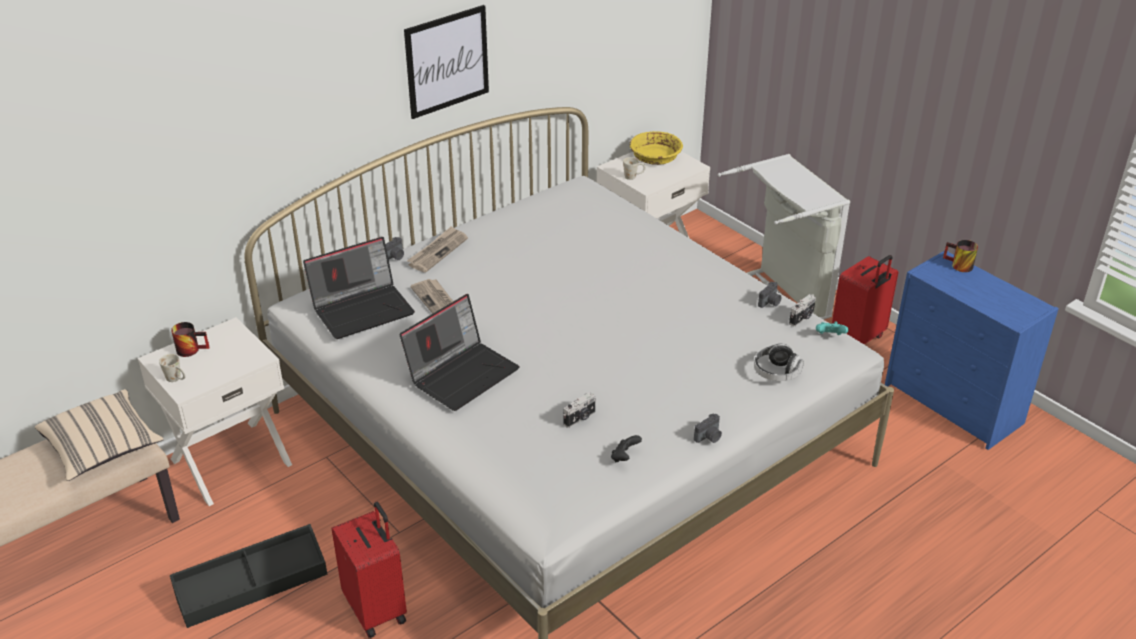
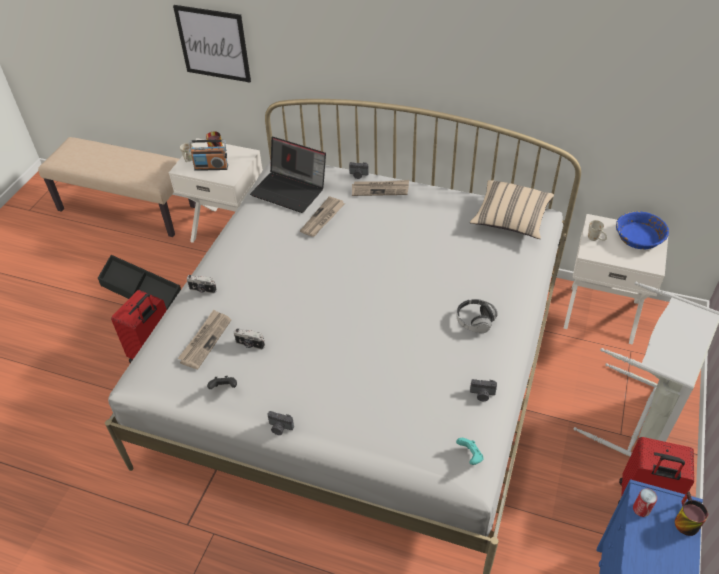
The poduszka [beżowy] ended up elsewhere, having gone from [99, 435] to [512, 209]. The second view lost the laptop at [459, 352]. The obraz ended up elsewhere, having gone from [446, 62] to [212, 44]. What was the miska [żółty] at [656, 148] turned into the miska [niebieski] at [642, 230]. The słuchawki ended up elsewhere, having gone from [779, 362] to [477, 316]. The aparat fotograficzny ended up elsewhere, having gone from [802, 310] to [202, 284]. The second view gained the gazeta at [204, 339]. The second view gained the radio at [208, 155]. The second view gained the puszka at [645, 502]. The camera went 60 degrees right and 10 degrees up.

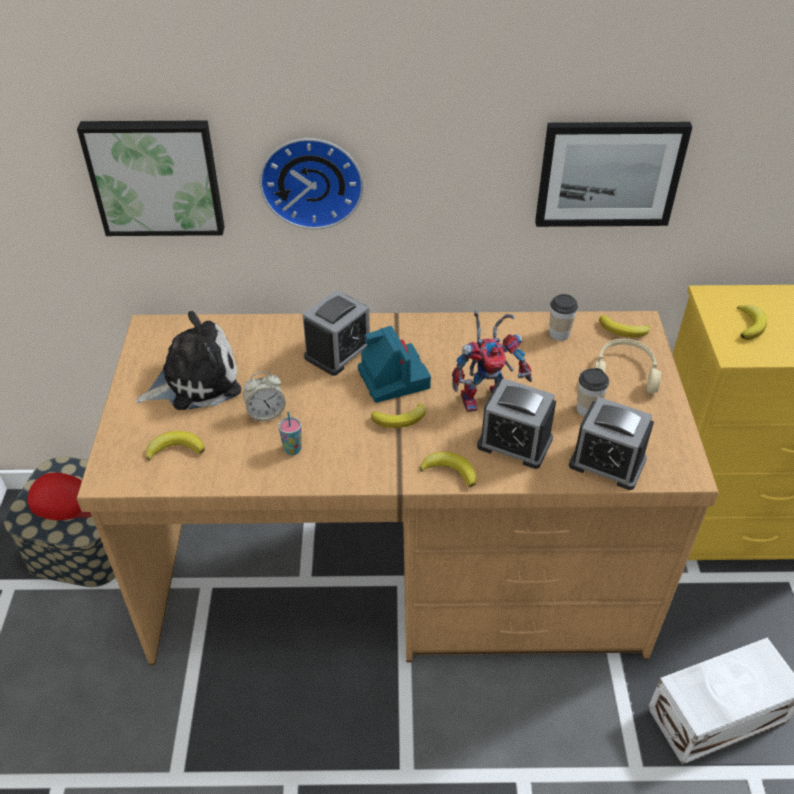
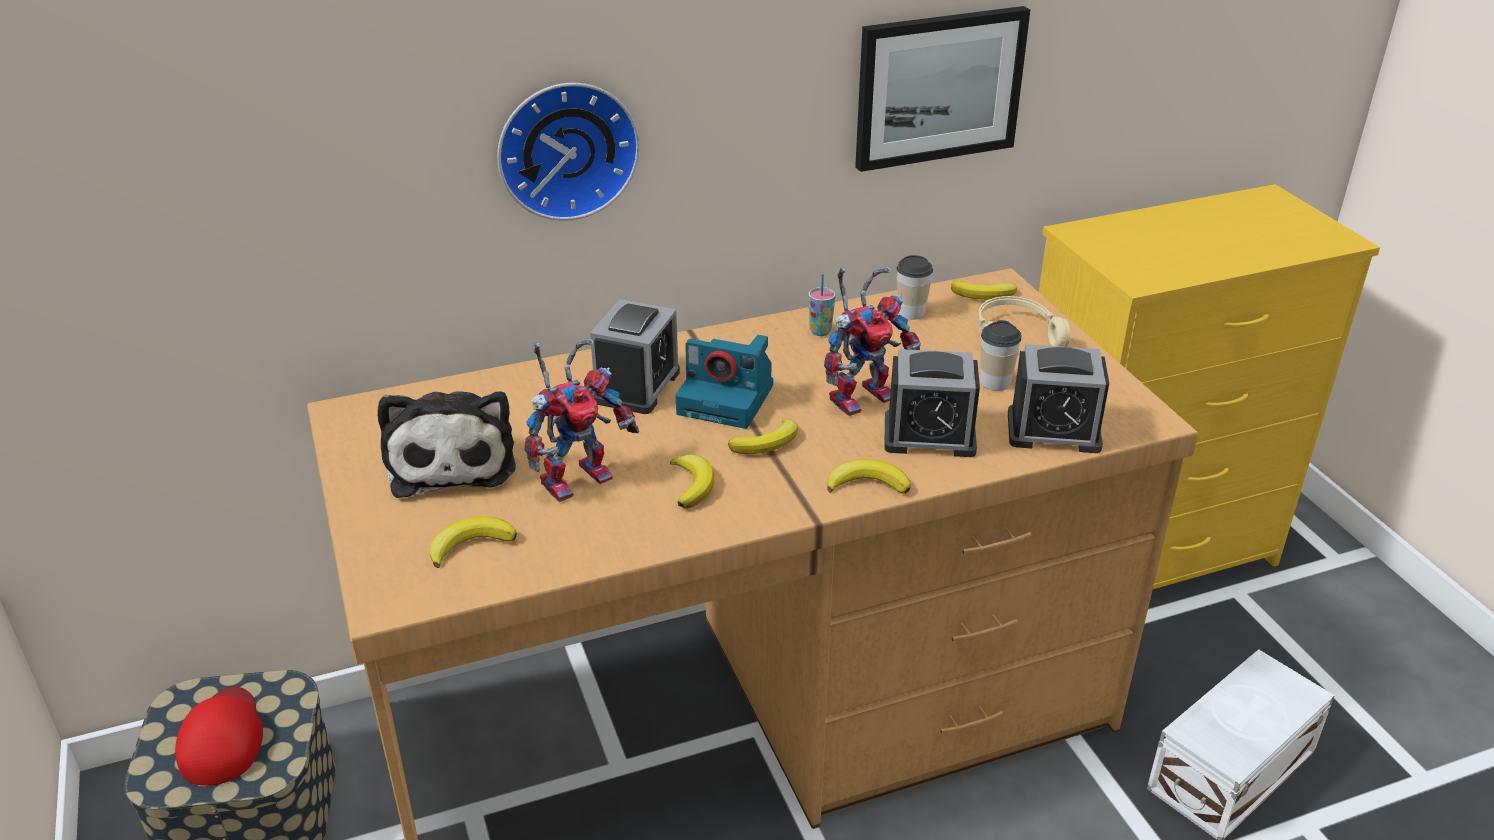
The czapka z daszkiem [czerwony] at [60, 496] ended up facing another way, 90 degrees counterclockwise from before. The second view lost the obraz at [151, 178]. The pluszak at [188, 360] ended up facing another way, 120 degrees clockwise from before. Where the budzik stood at [264, 397], the robot zabawkowy came to stand at [582, 420]. The filiżanka ended up elsewhere, having gone from [290, 433] to [821, 305]. The aparat fotograficzny at [394, 364] ended up facing another way, 150 degrees clockwise from before. The banan ended up elsewhere, having gone from [752, 322] to [692, 481]. The camera went 20 degrees left and 10 degrees down.

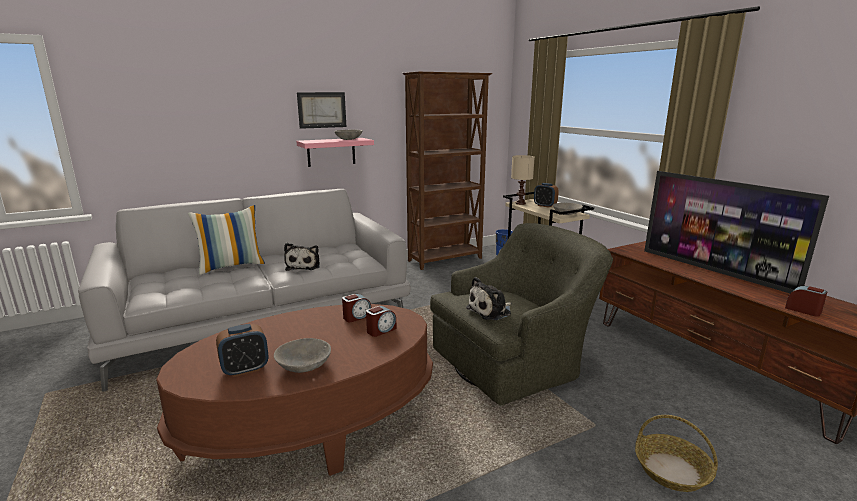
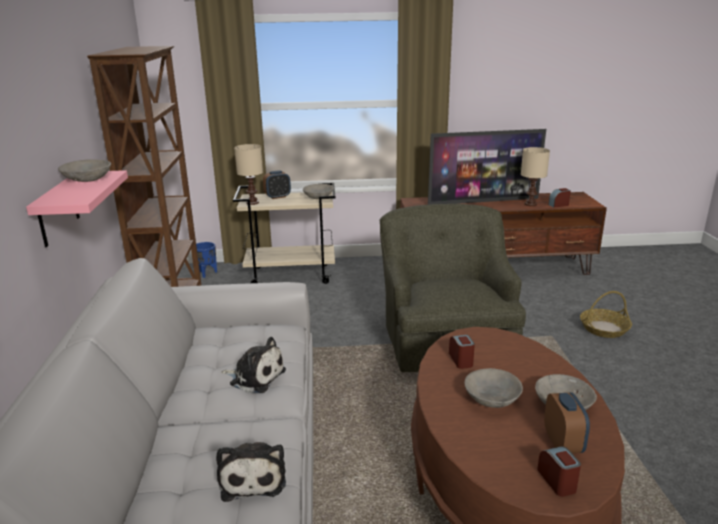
The second view lost the poduszka at [226, 240]. The second view lost the obraz at [321, 110]. The budzik ended up elsewhere, having gone from [381, 321] to [559, 471]. The pluszak ended up elsewhere, having gone from [489, 298] to [251, 472]. The second view gained the miska [szary] at [493, 388]. The second view gained the lampa stołowa [beżowy] at [535, 176]. The camera went 65 degrees left and 5 degrees up.

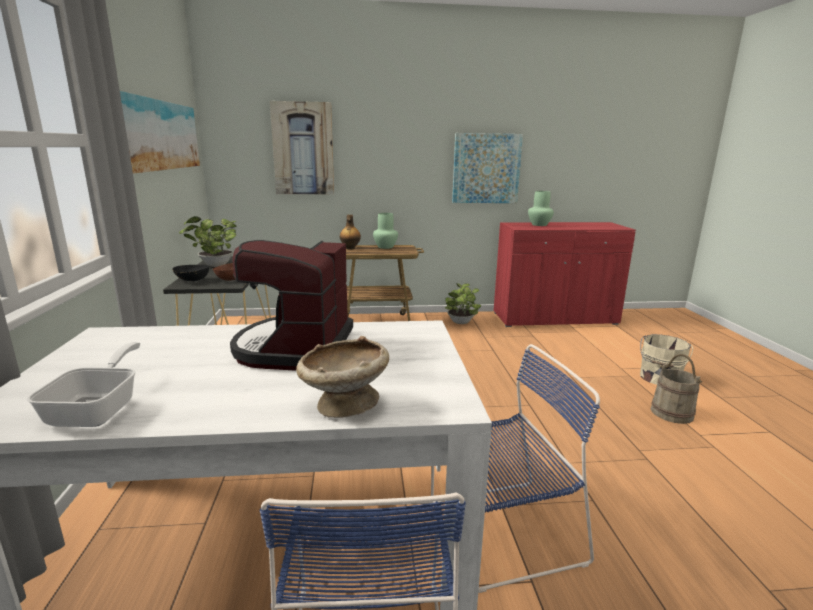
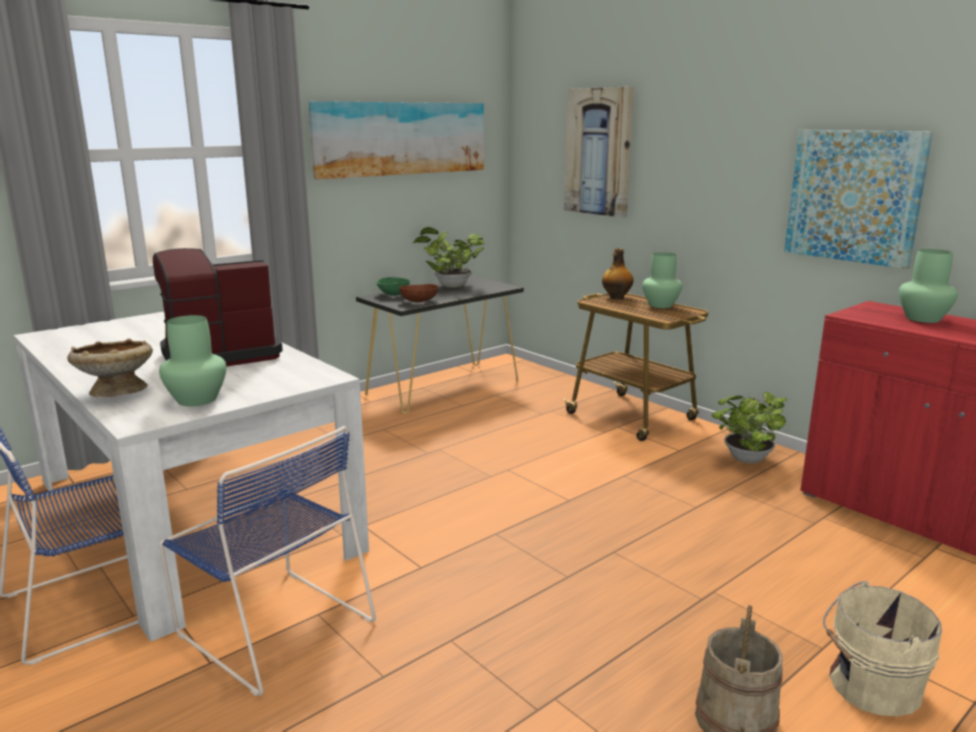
The second view lost the patelnia at [83, 384]. What was the miska [czarny] at [190, 273] turned into the miska [zielony] at [393, 286]. The second view gained the wazon [zielony] at [192, 360]. The camera went 55 degrees right and 0 degrees up.

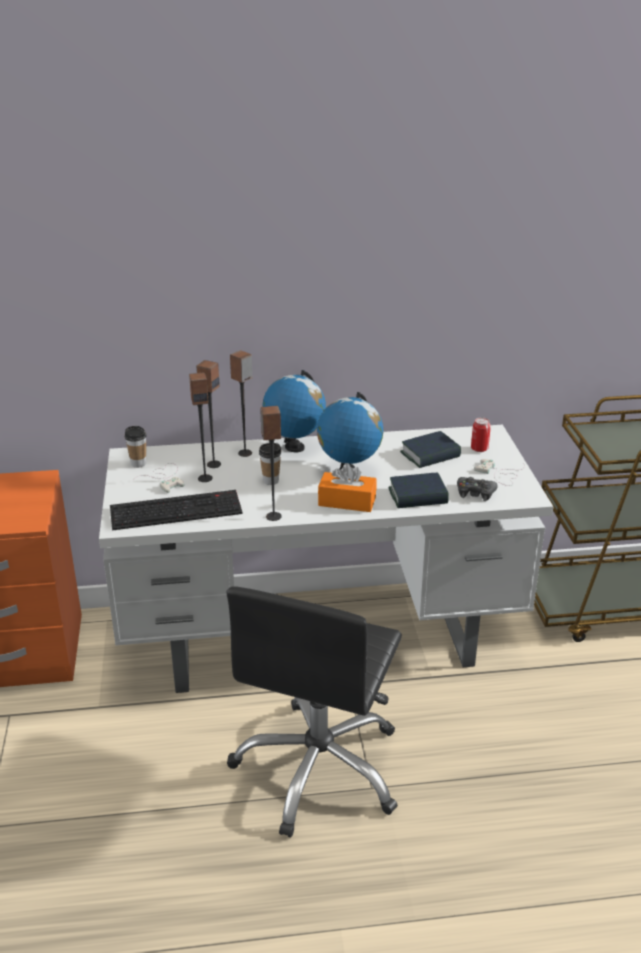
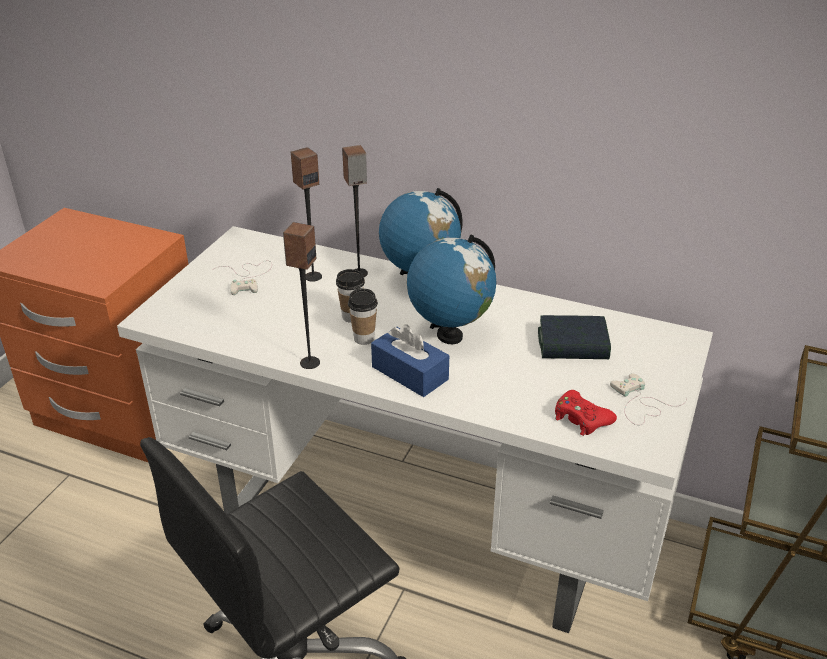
The second view lost the klawiatura at [176, 510]. The filiżanka ended up elsewhere, having gone from [136, 447] to [363, 316]. The second view lost the głośnik at [201, 427]. What was the pudełko chusteczek [pomarańczowy] at [347, 487] turned into the pudełko chusteczek [niebieski] at [410, 360]. The second view lost the książka at [418, 490]. What was the pad do gier [czarny] at [477, 489] turned into the pad do gier [czerwony] at [586, 413]. The second view lost the puszka at [481, 434]. The camera went 30 degrees right and 5 degrees up.

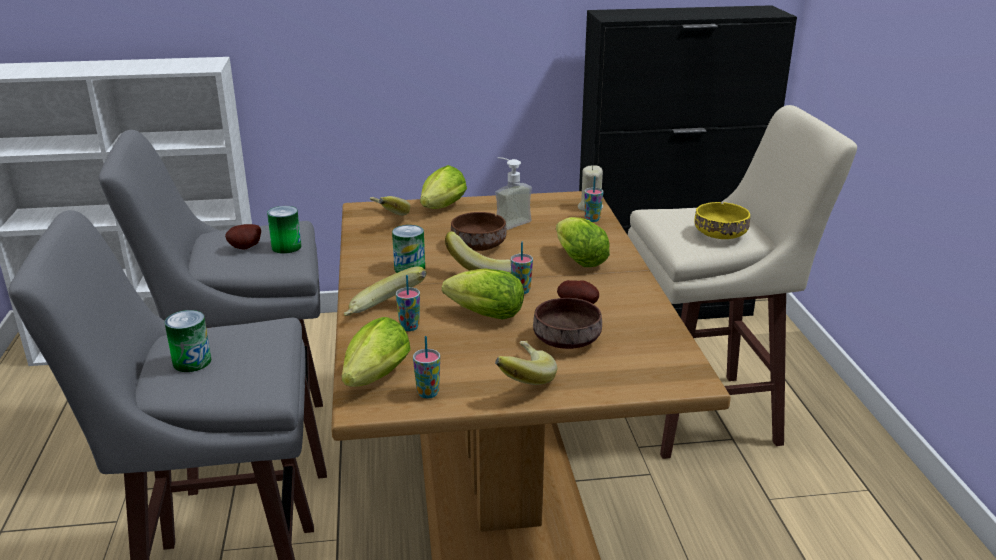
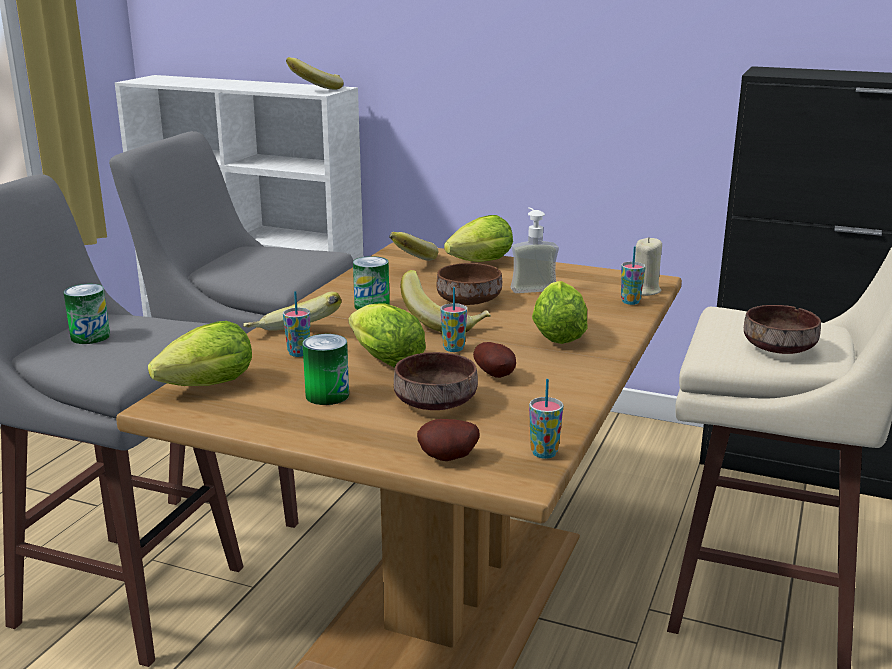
The ziemniak ended up elsewhere, having gone from [243, 236] to [448, 440]. The puszka ended up elsewhere, having gone from [284, 230] to [325, 369]. The filiżanka ended up elsewhere, having gone from [426, 367] to [546, 419]. The banan ended up elsewhere, having gone from [526, 363] to [315, 73]. What was the miska [żółty] at [722, 220] turned into the miska [brązowy] at [782, 329]. The camera went 30 degrees right and 5 degrees down.

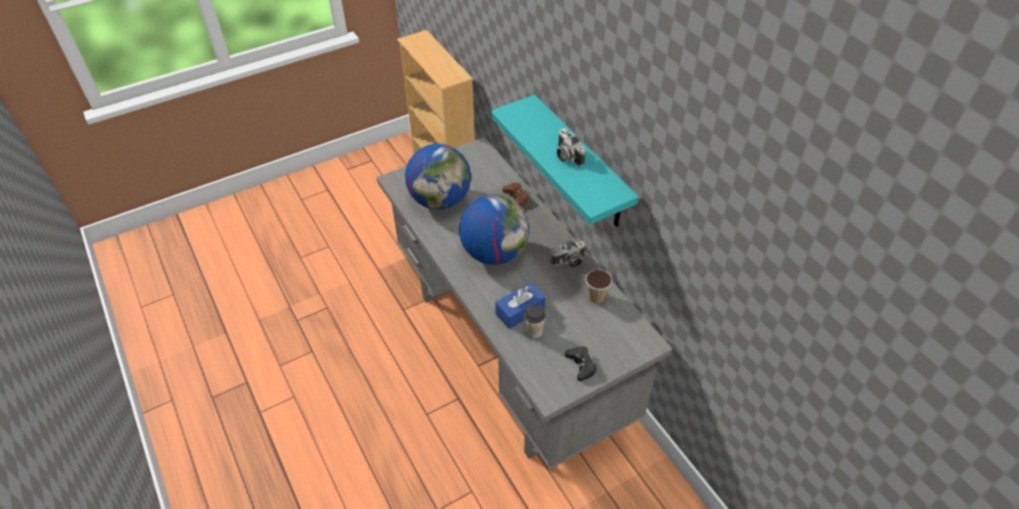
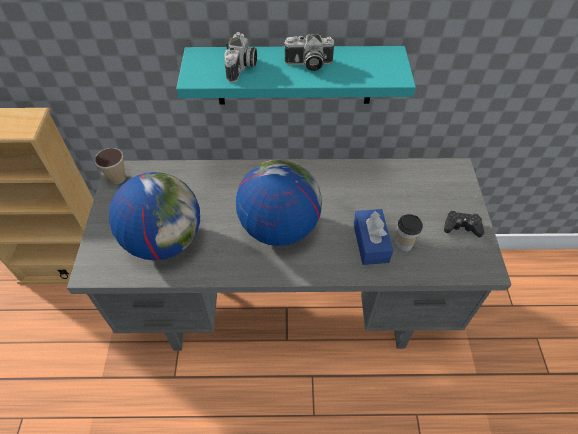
The second view lost the pad do gier [brązowy] at [515, 194]. The aparat fotograficzny ended up elsewhere, having gone from [567, 254] to [240, 57]. The filiżanka ended up elsewhere, having gone from [598, 287] to [110, 166]. The camera went 60 degrees left and 5 degrees up.

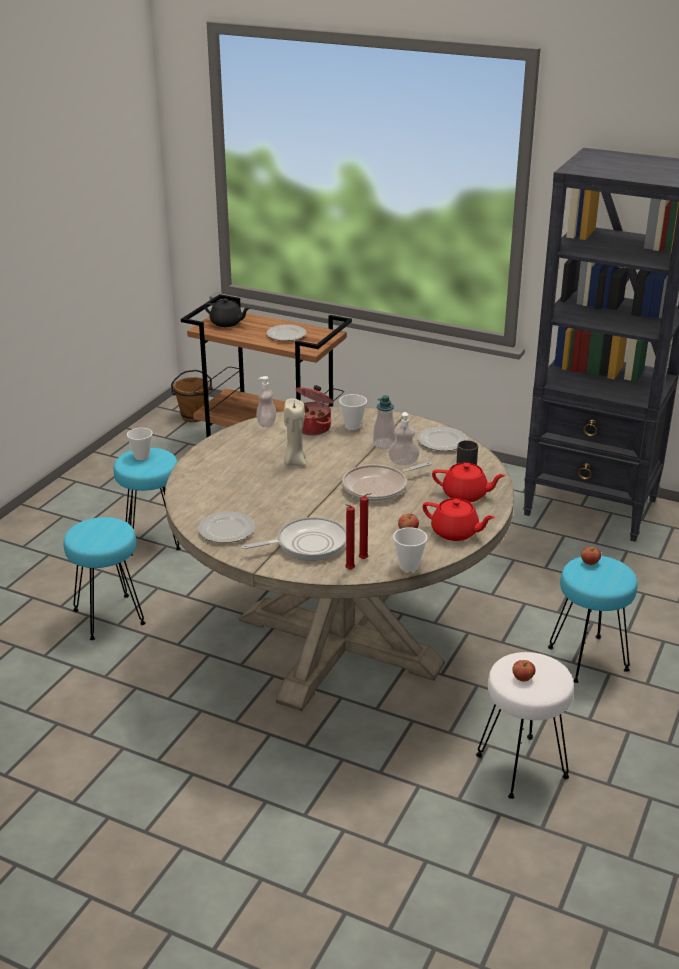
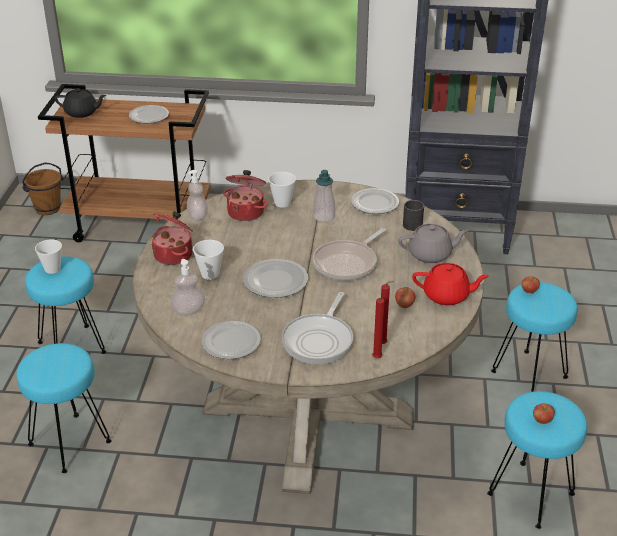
The patelnia at [294, 539] ended up facing another way, 150 degrees clockwise from before. The second view lost the świeca [beżowy] at [295, 432]. The dozownik mydła ended up elsewhere, having gone from [404, 438] to [188, 287]. The filiżanka ended up elsewhere, having gone from [410, 549] to [208, 260]. What was the imbryk [czerwony] at [468, 482] turned into the imbryk [szary] at [433, 243]. What was the stołek [biały] at [525, 725] turned into the stołek [turkusowy] at [537, 460]. The second view gained the garnek at [172, 238]. The second view gained the talerz at [275, 278]. The camera went 20 degrees left and 5 degrees up.

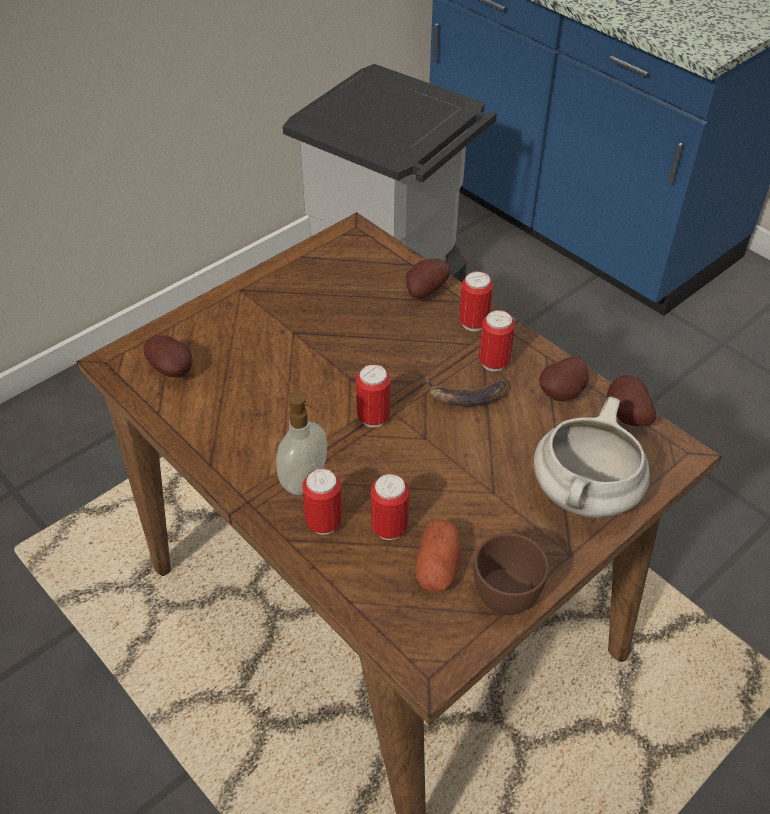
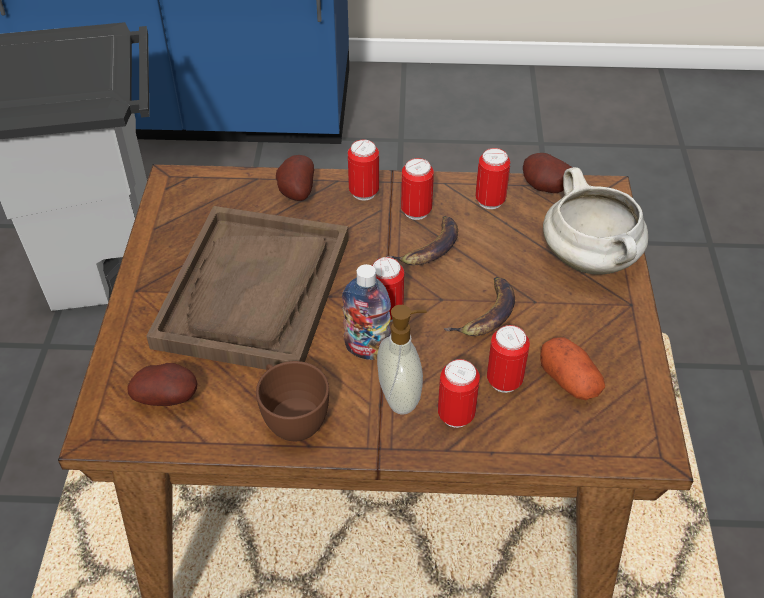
The filiżanka [brązowy] ended up elsewhere, having gone from [511, 572] to [292, 401]. Where the ziemniak stood at [564, 378], the puszka came to stand at [492, 178]. The second view gained the taca [brązowy] at [247, 288]. The second view gained the butelka at [366, 312]. The second view gained the banan at [479, 306]. The camera went 45 degrees left and 0 degrees up.

